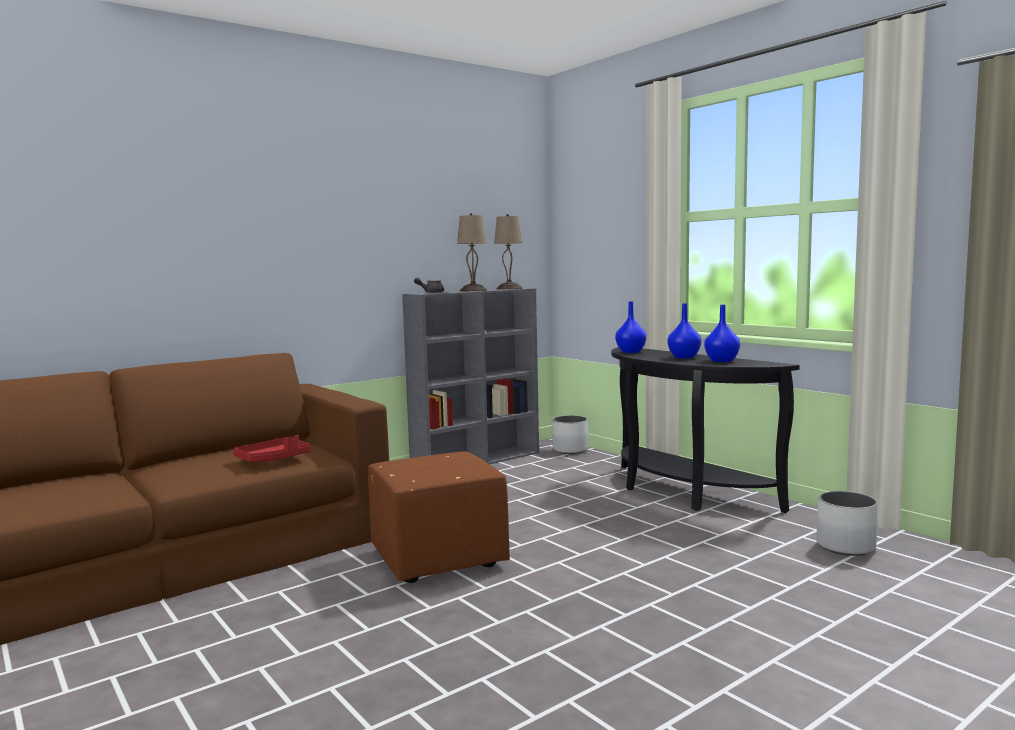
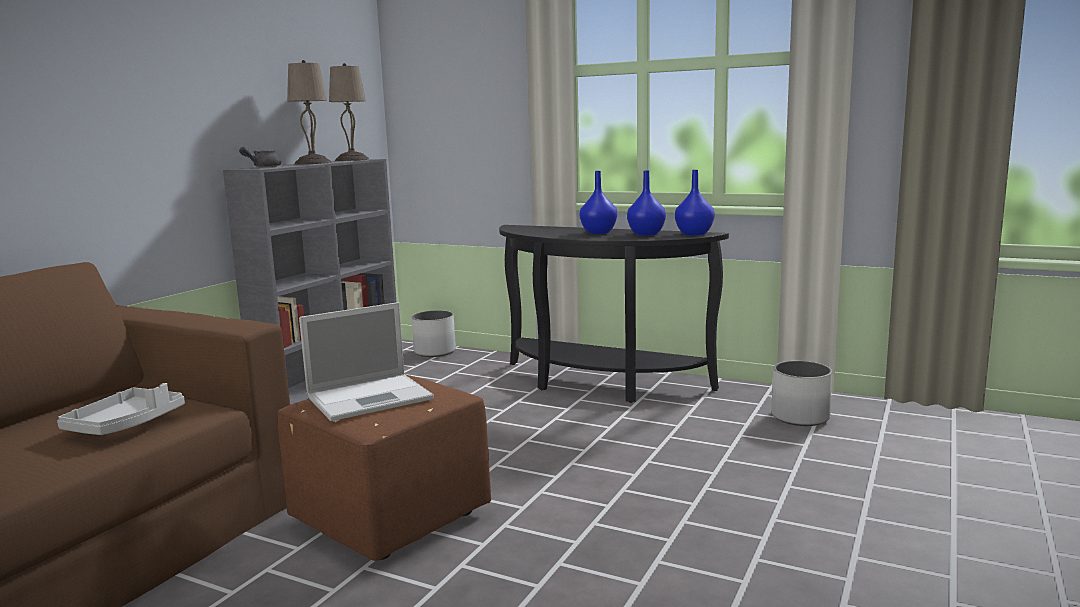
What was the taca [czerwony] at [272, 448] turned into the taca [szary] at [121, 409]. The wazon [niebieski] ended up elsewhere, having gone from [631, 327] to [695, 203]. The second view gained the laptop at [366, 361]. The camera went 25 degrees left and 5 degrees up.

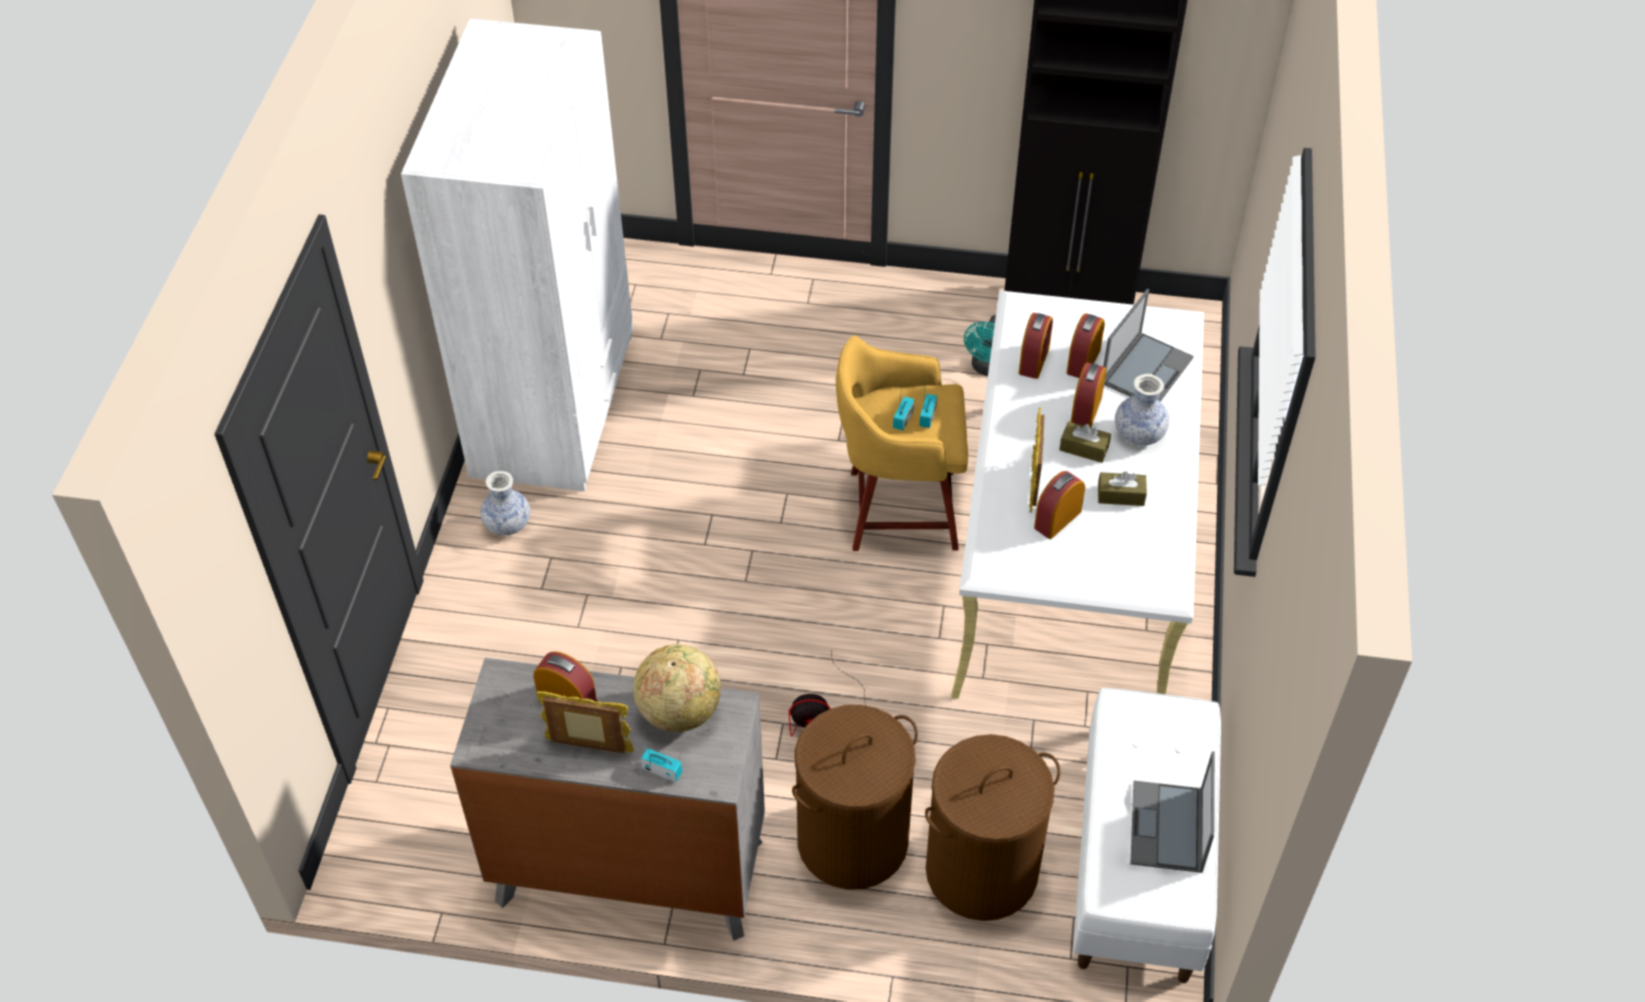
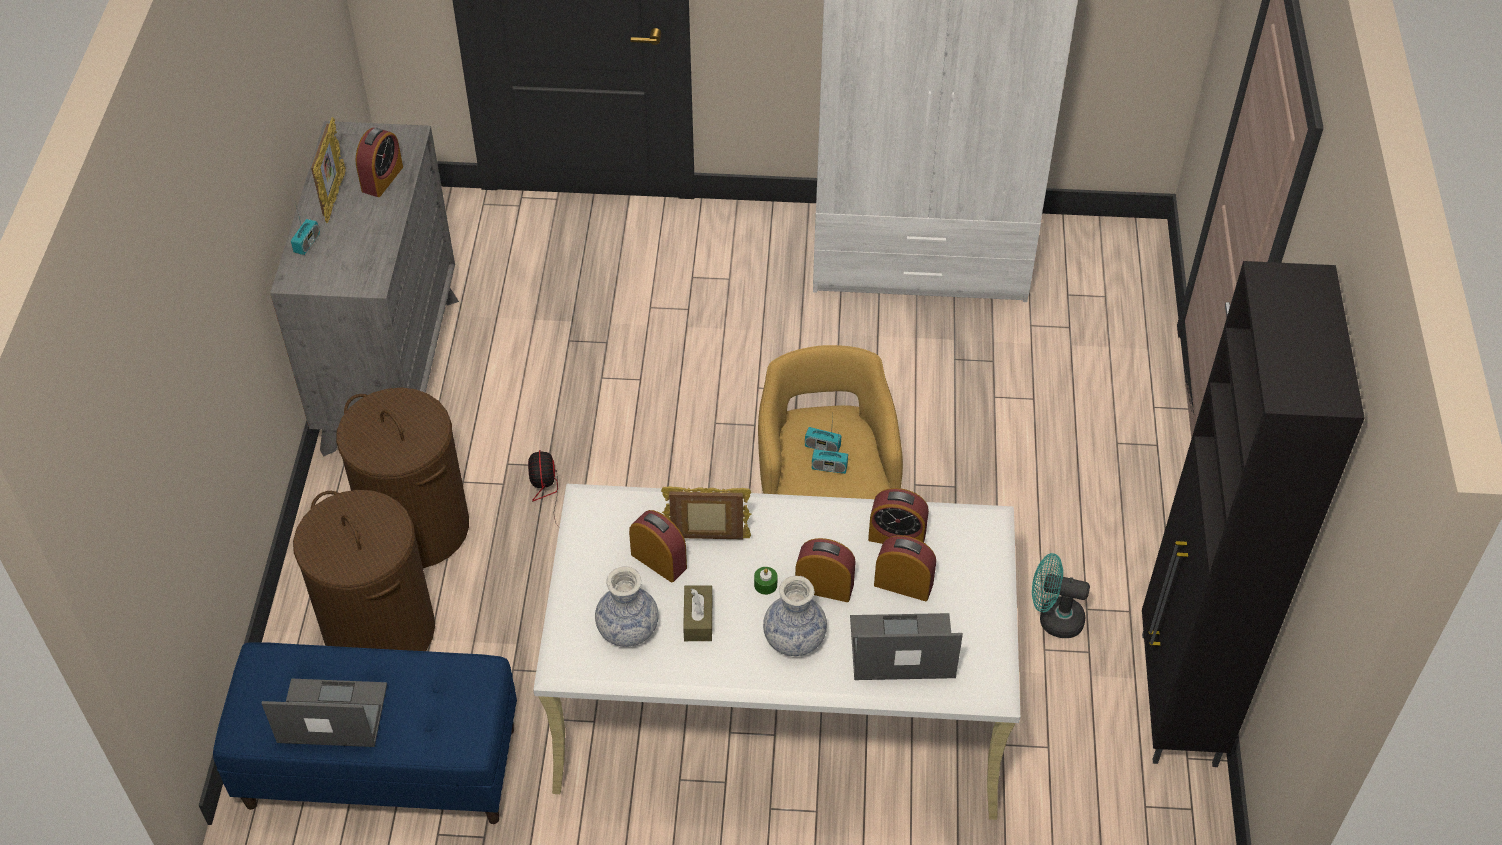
The wazon ended up elsewhere, having gone from [505, 503] to [627, 606]. The second view lost the globus at [677, 688]. Where the pudełko chusteczek [brązowy] stood at [1085, 442], the świeca [zielony] came to stand at [765, 581]. What was the ławka [biały] at [1147, 835] turned into the ławka [niebieski] at [365, 733]. The laptop at [1148, 345] ended up facing another way, 150 degrees clockwise from before. The camera went 85 degrees right and 0 degrees up.

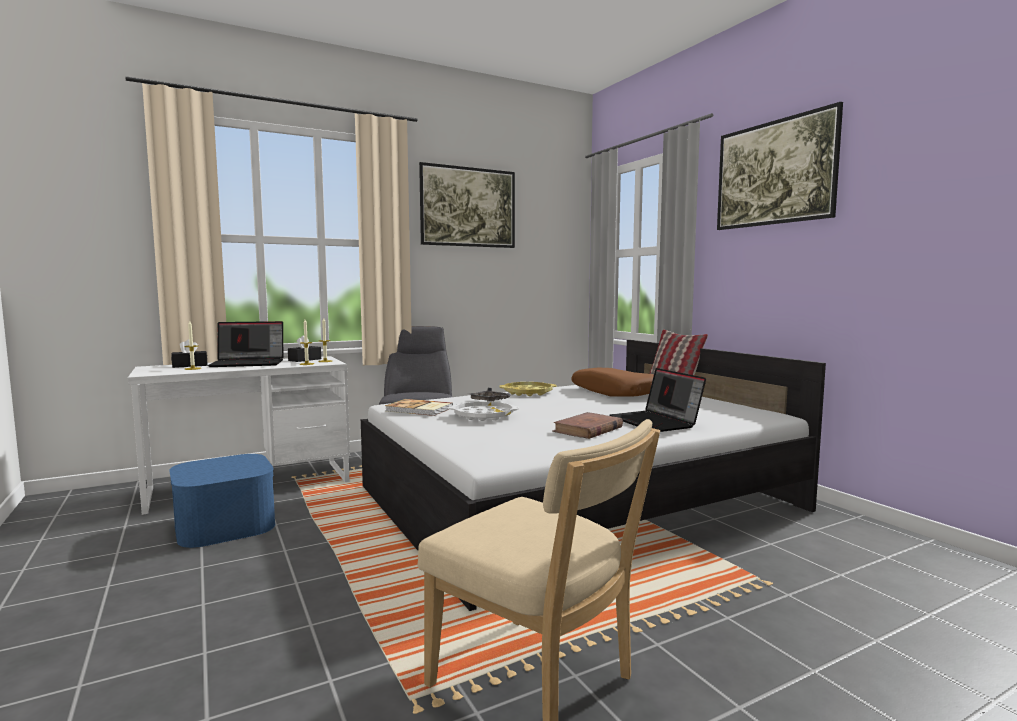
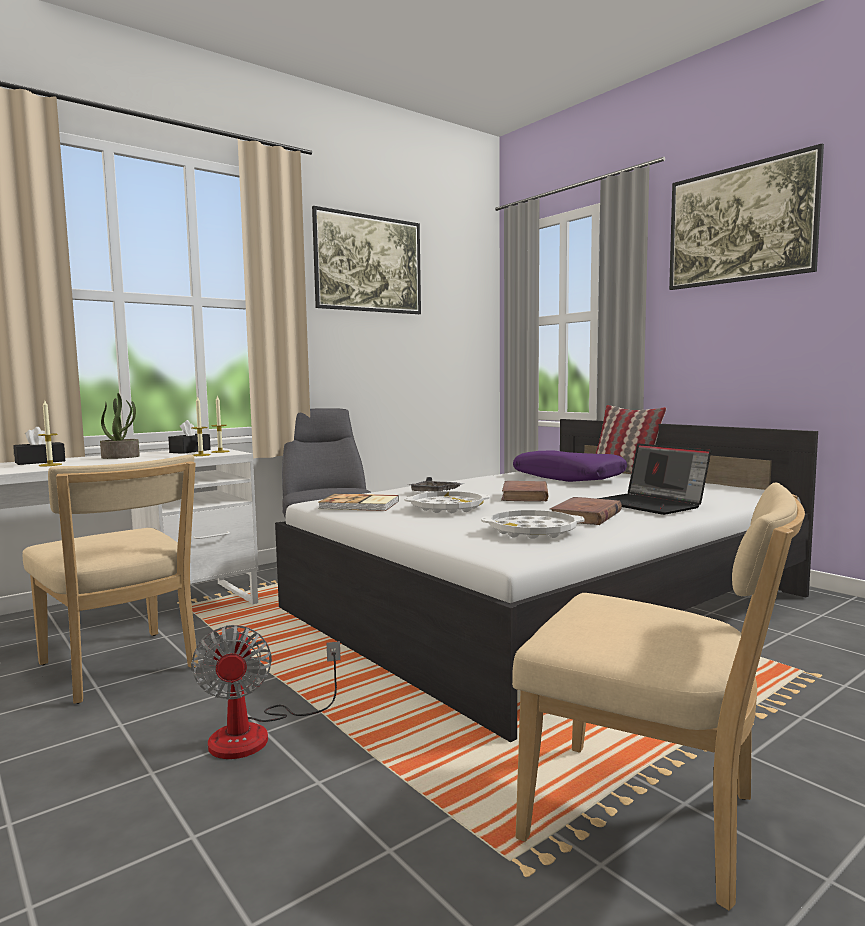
Where the pojemnik do przechowywania [niebieski] stood at [222, 501], the krzesło [beżowy] came to stand at [110, 579]. Where the laptop stood at [245, 344], the roślina doniczkowa came to stand at [120, 426]. The second view lost the taca [żółty] at [528, 389]. What was the poduszka [brązowy] at [612, 382] turned into the poduszka [fioletowy] at [570, 466]. The second view gained the wentylator at [266, 692]. The second view gained the taca [biały] at [533, 524]. The second view gained the książka [brązowy] at [524, 491]. The camera went 10 degrees left and 0 degrees up.

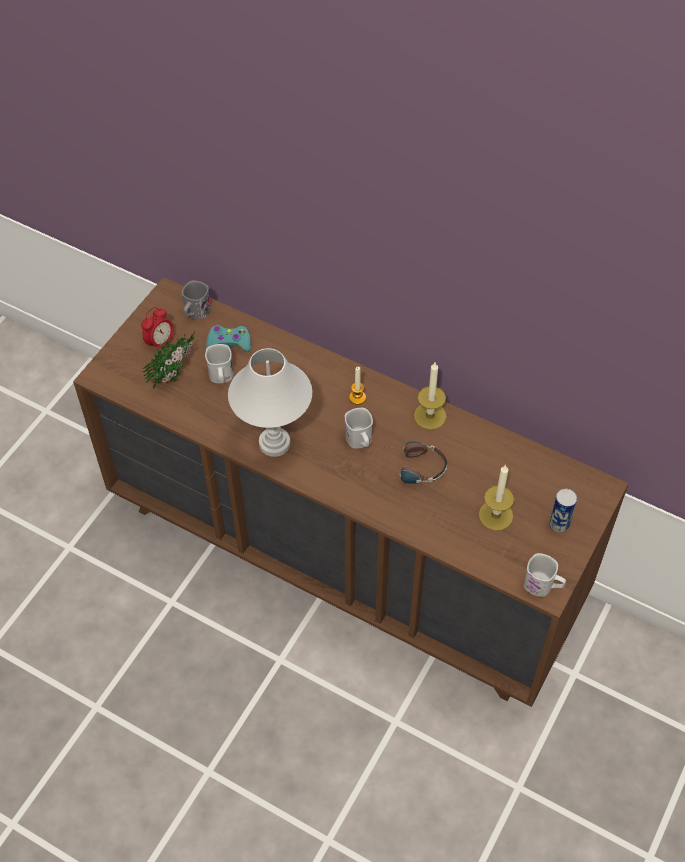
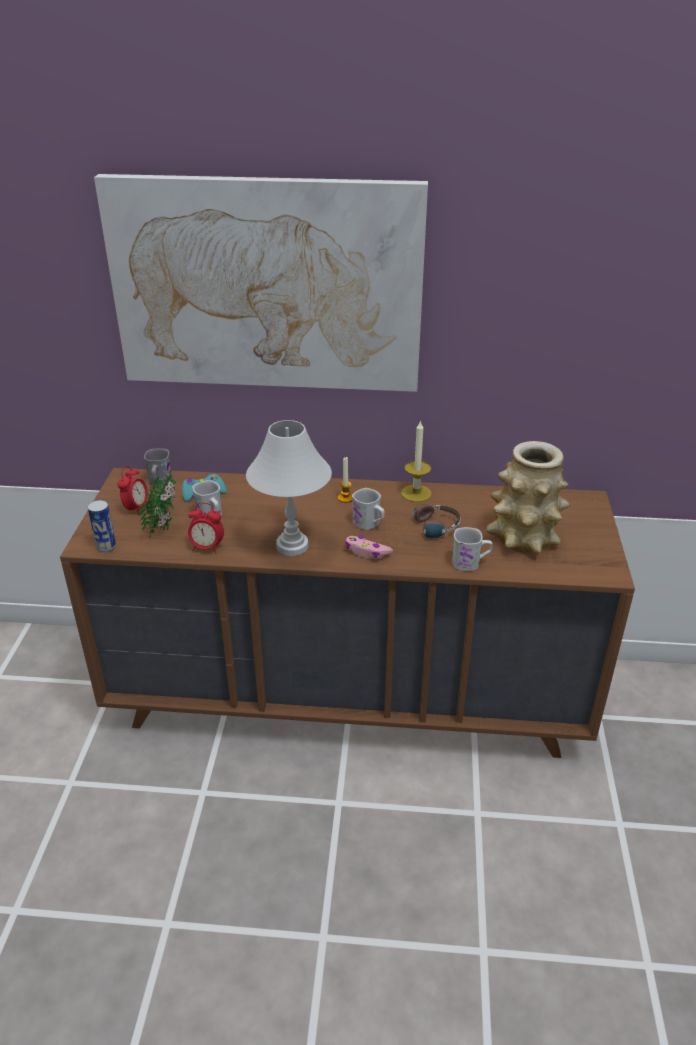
Where the świeca stood at [496, 498], the wazon came to stand at [528, 497]. The kubek [biały] ended up elsewhere, having gone from [545, 575] to [472, 549]. The puszka ended up elsewhere, having gone from [563, 511] to [102, 526]. The second view gained the obraz at [261, 283]. The second view gained the budzik at [206, 527]. The second view gained the pad do gier [różowy] at [369, 547]. The camera went 25 degrees left and 20 degrees down.

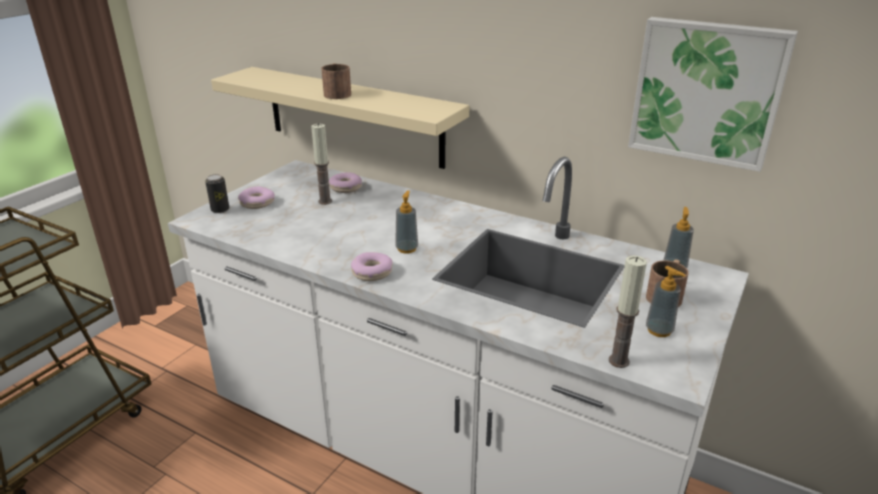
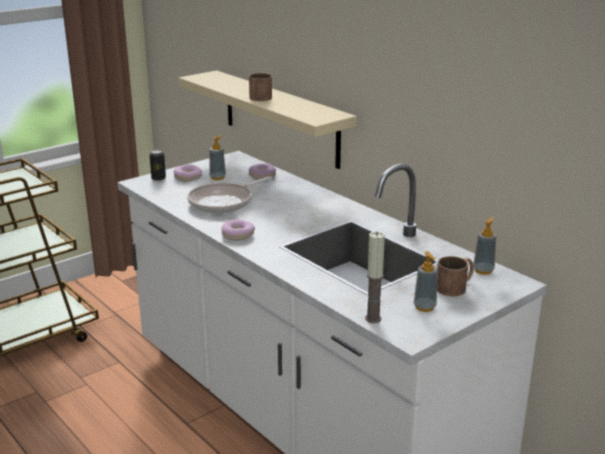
The second view lost the świeca at [321, 164]. The dozownik mydła ended up elsewhere, having gone from [406, 222] to [218, 157]. The second view lost the obraz at [713, 94]. The second view gained the patelnia at [229, 194]. The camera went 20 degrees right and 5 degrees down.

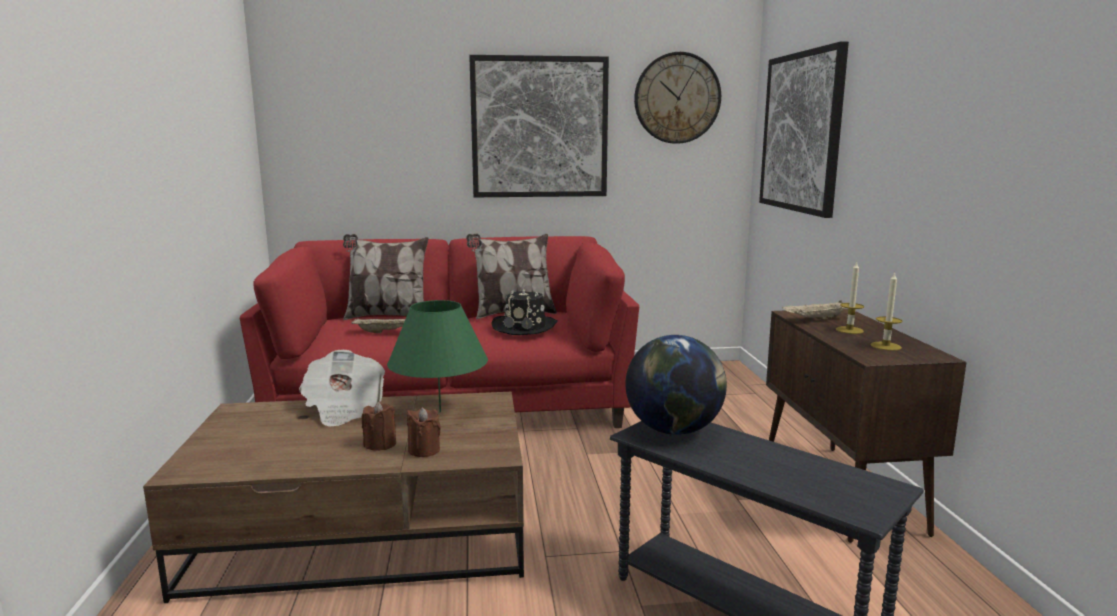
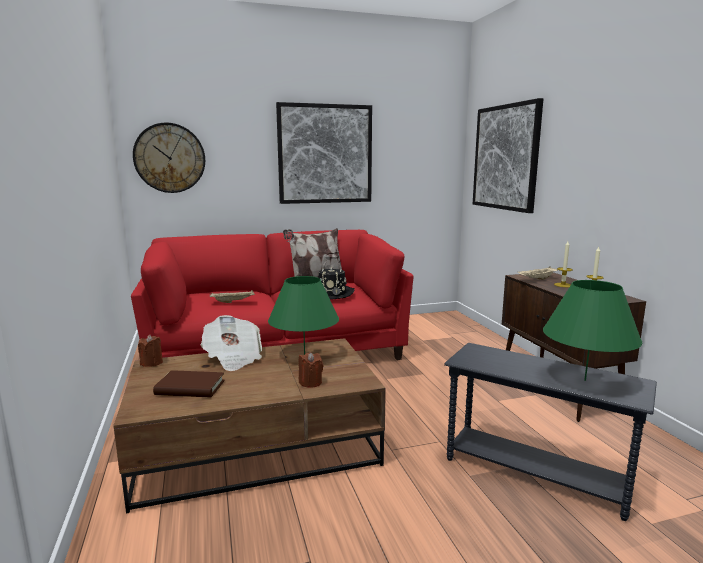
The second view lost the poduszka at [385, 277]. The świeca [brązowy] ended up elsewhere, having gone from [379, 426] to [150, 351]. The second view lost the globus at [676, 385]. The zegar ścienny ended up elsewhere, having gone from [677, 98] to [169, 158]. The second view gained the książka [brązowy] at [189, 383]. The second view gained the lampa stołowa [zielony] at [592, 330]. The camera went 10 degrees left and 0 degrees up.

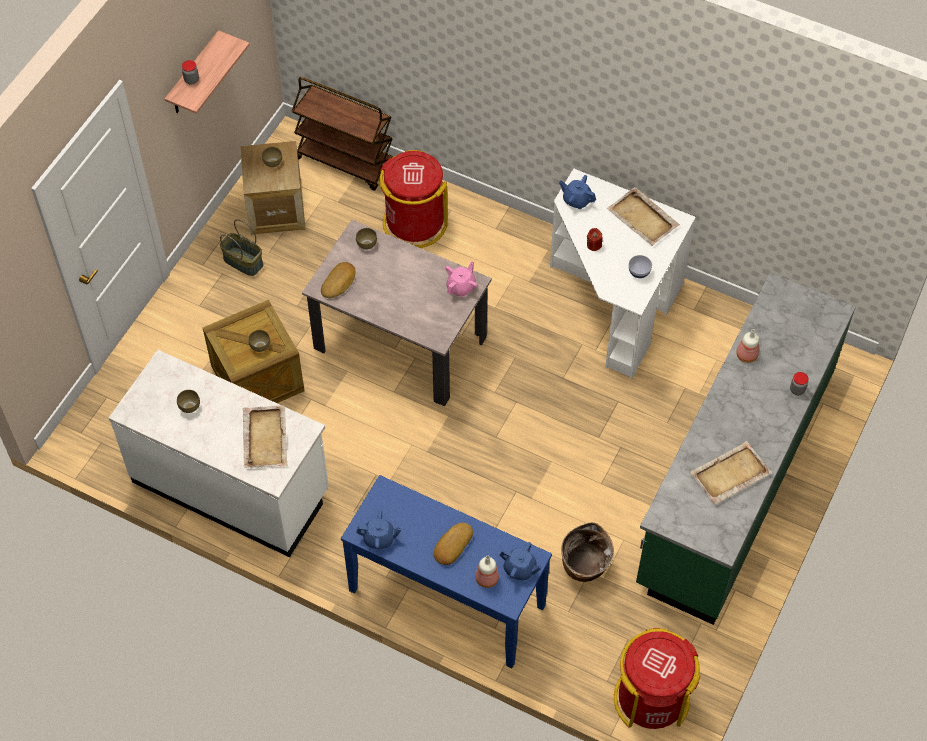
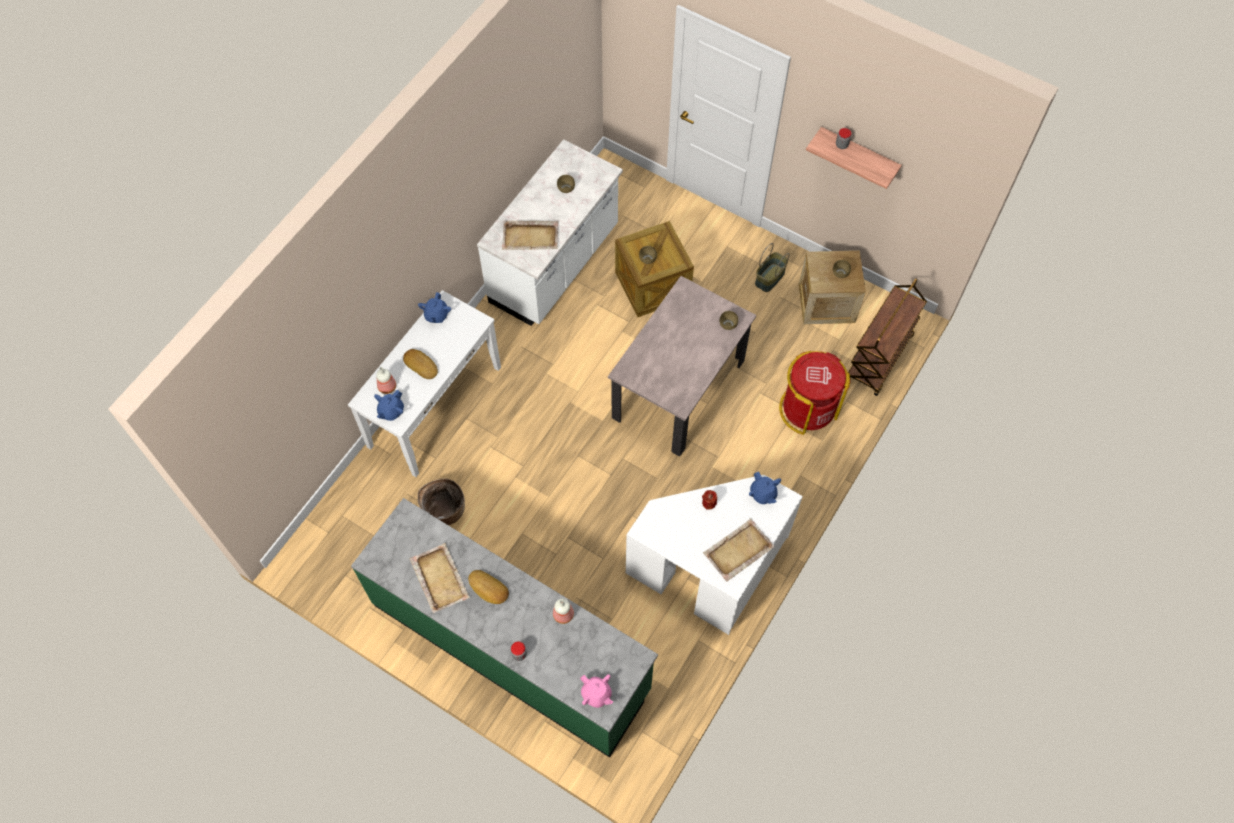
The chleb ended up elsewhere, having gone from [338, 280] to [488, 587]. What was the stolik konsolowy [niebieski] at [446, 572] turned into the stolik konsolowy [biały] at [424, 383]. The imbryk [różowy] ended up elsewhere, having gone from [461, 279] to [596, 691]. The imbryk [niebieski] at [577, 192] ended up facing another way, 120 degrees clockwise from before. The second view lost the kosz na śmieci [czerwony] at [657, 678]. The second view lost the miska at [640, 266]. The camera went 95 degrees right and 5 degrees up.

